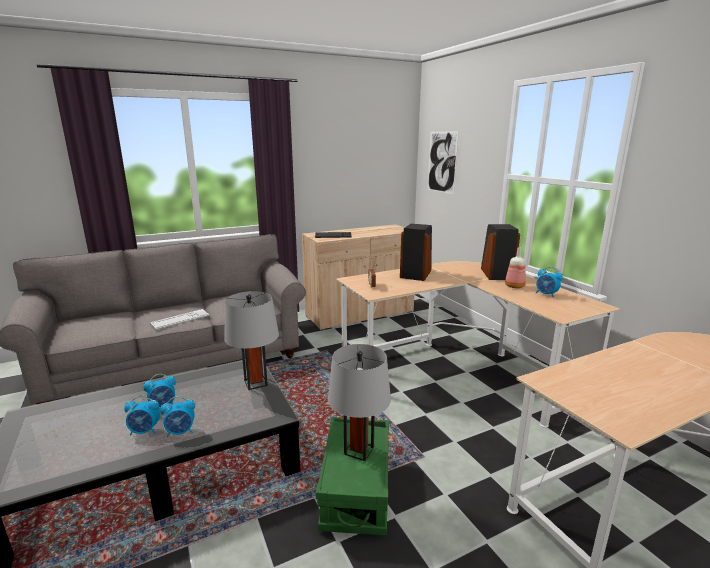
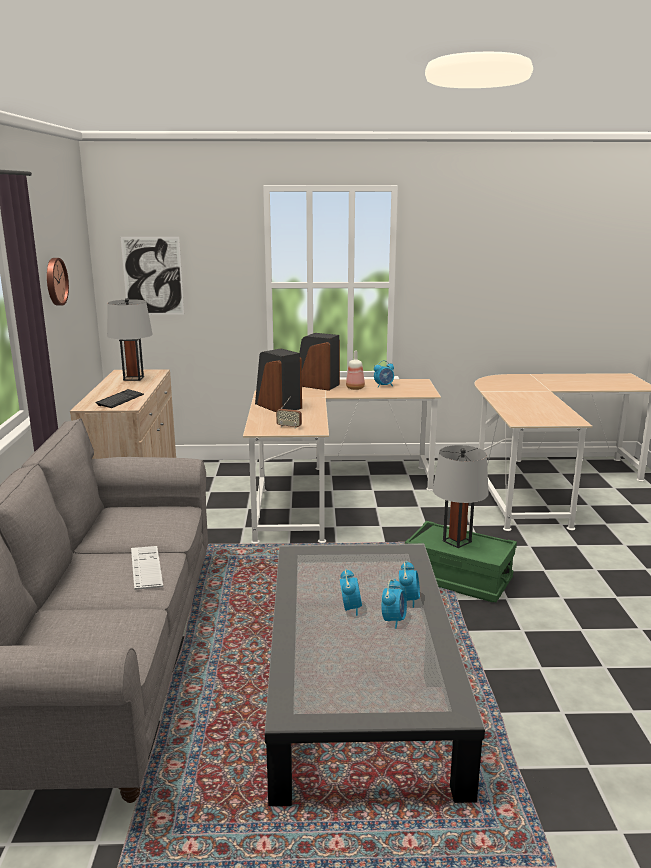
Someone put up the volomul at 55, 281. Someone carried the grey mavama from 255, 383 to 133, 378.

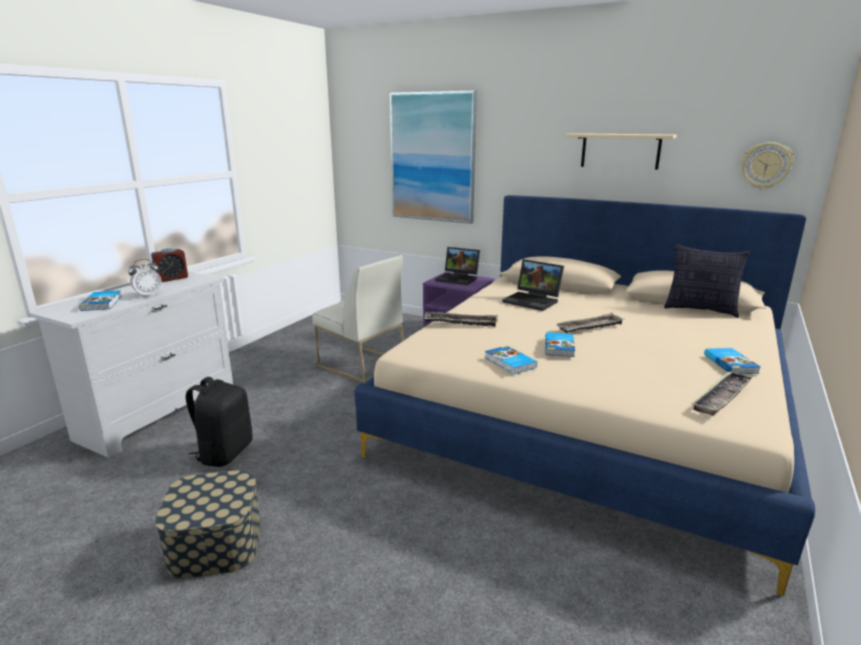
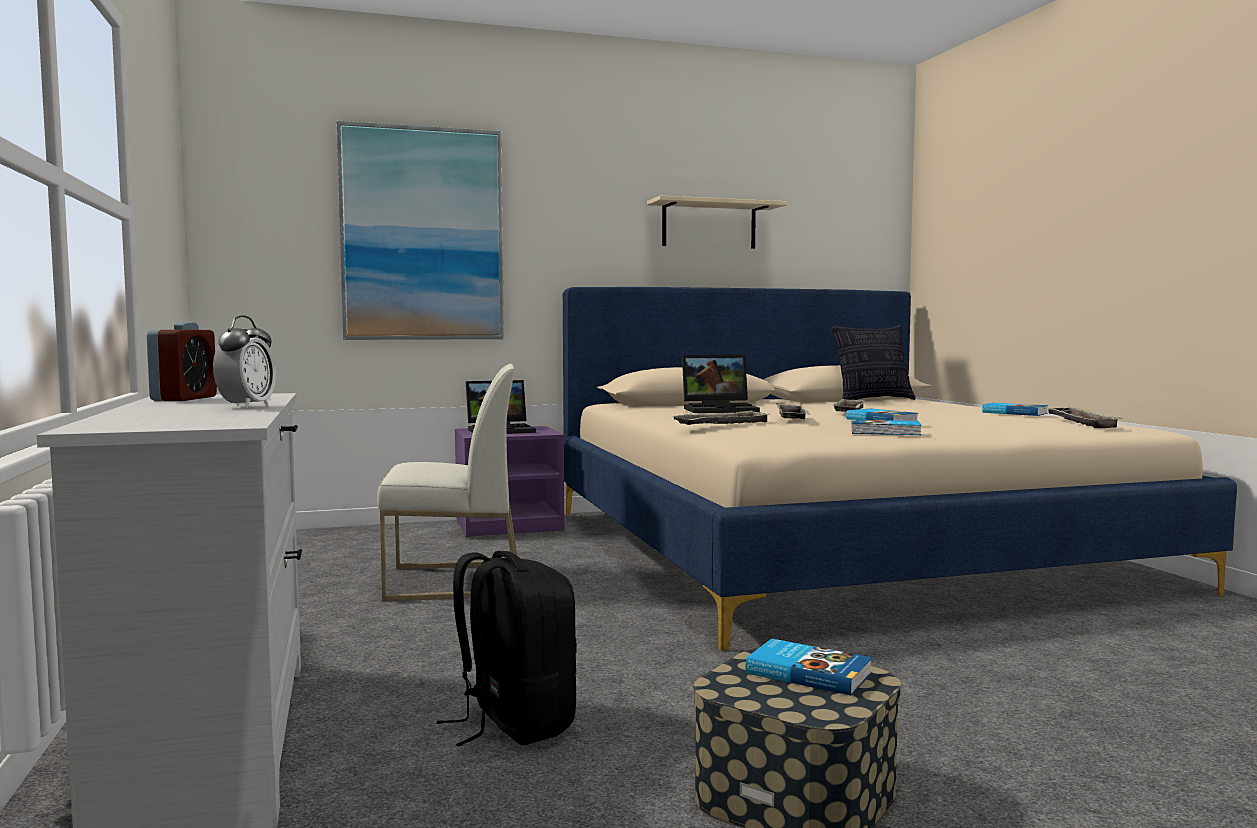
Someone took away the volomul at 765, 166. Someone put down the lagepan at 792, 418. Someone carried the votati from 103, 303 to 808, 672.

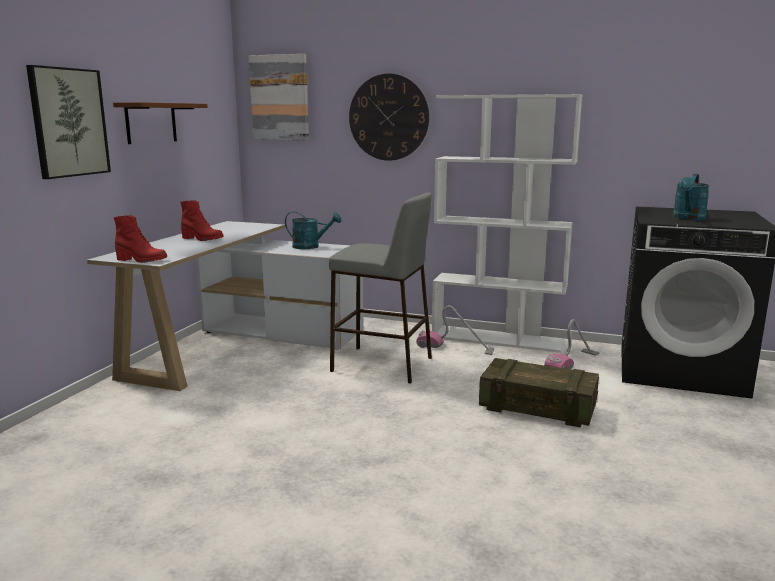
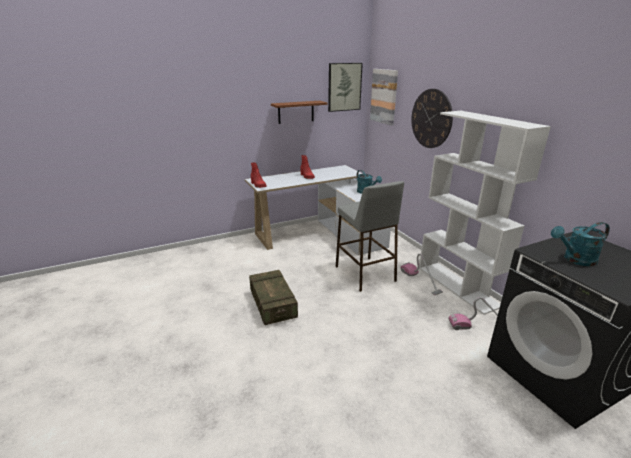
Someone carried the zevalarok from 69, 122 to 344, 87. Someone carried the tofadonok from 537, 408 to 272, 305.

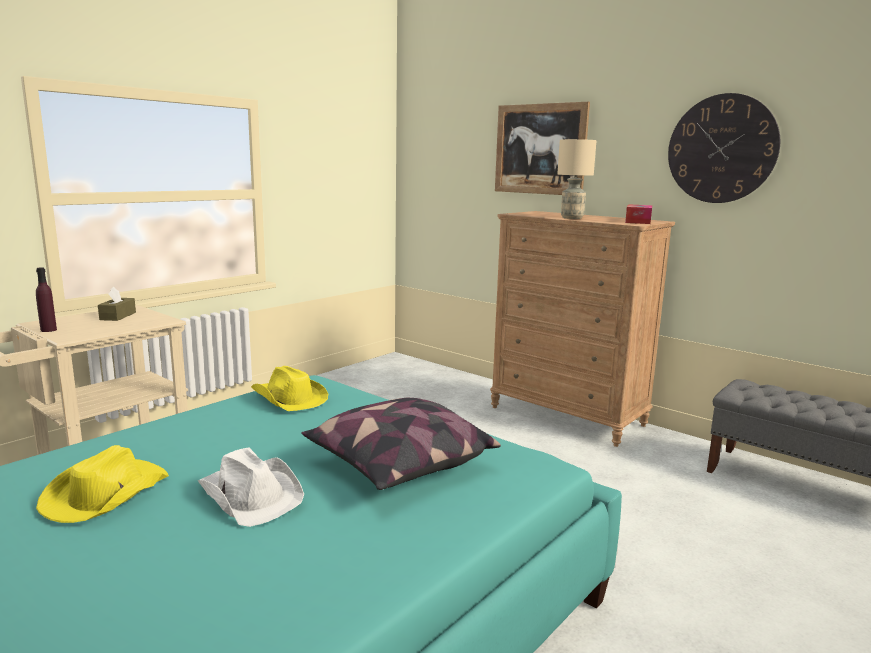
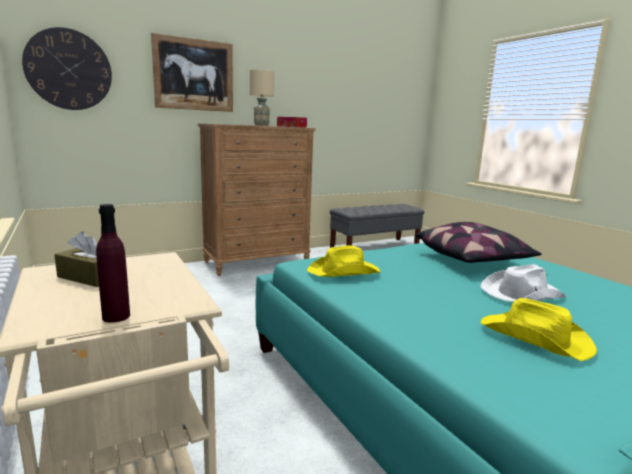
Someone carried the volomul from 721, 149 to 69, 70.

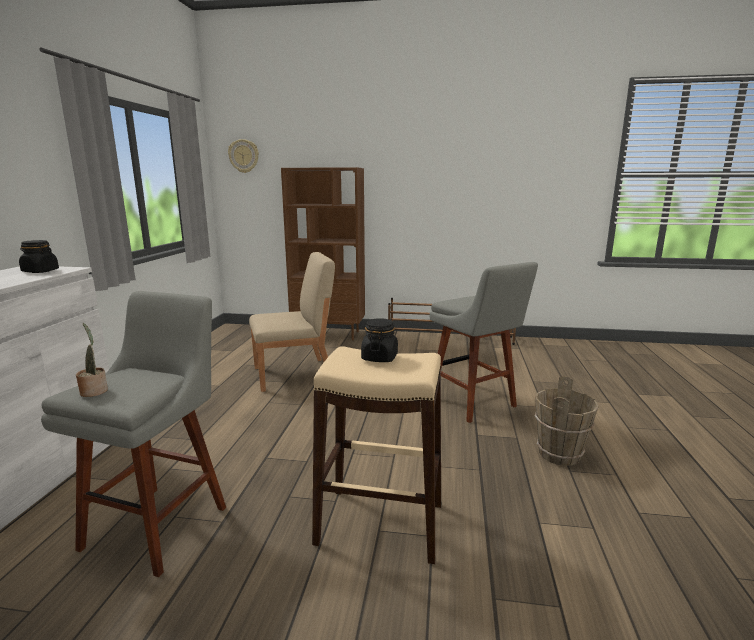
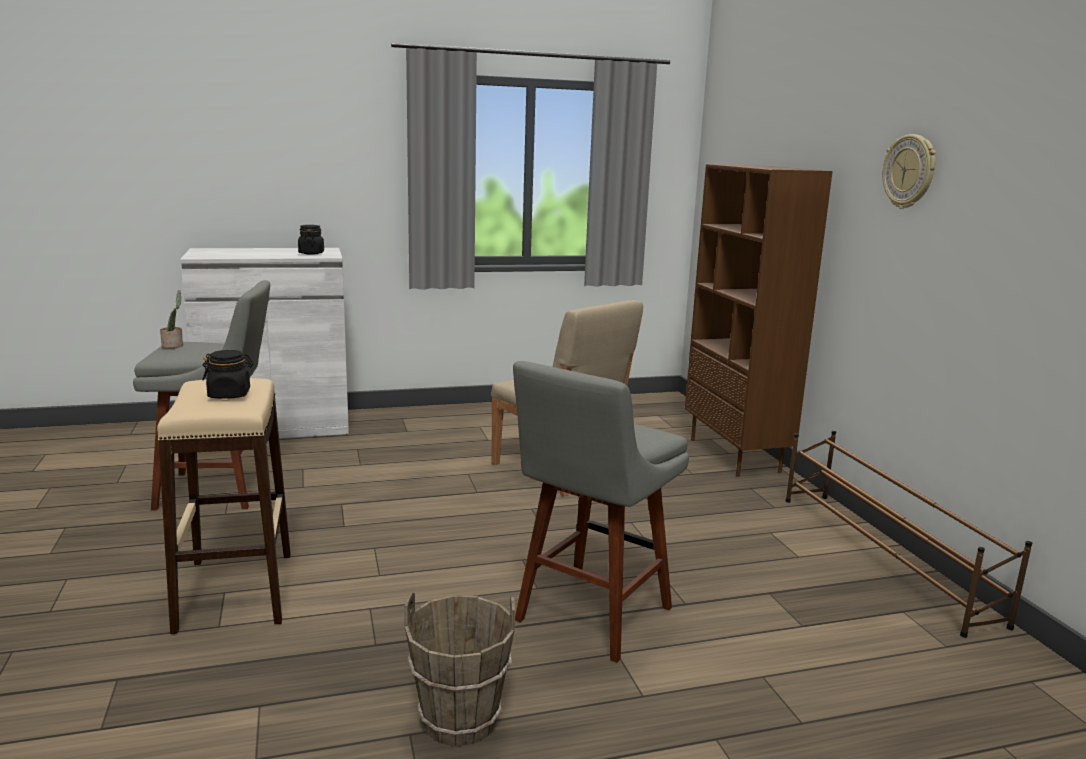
Someone carried the volomul from 244, 156 to 909, 171.

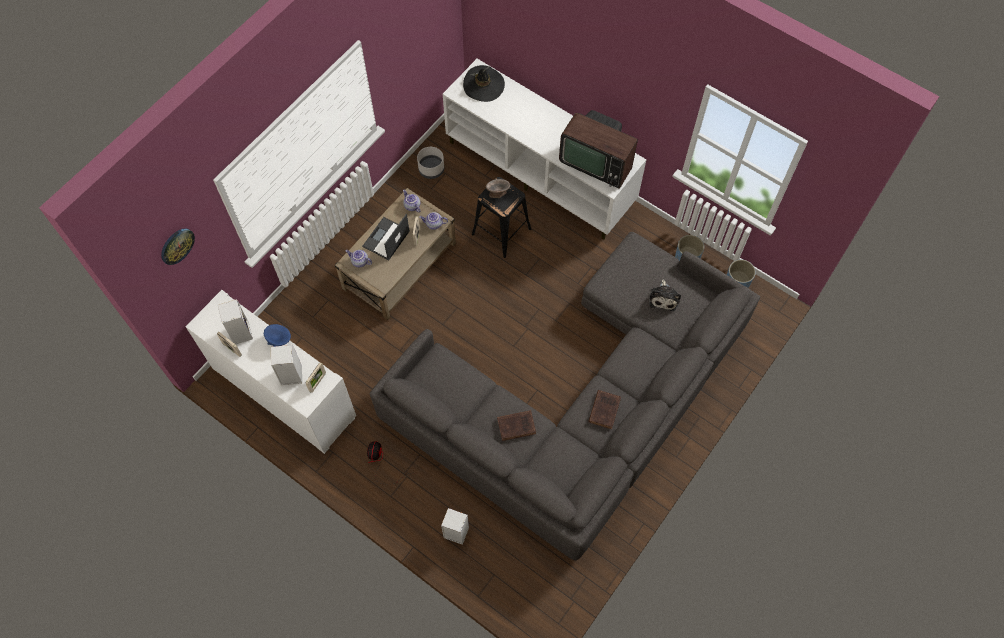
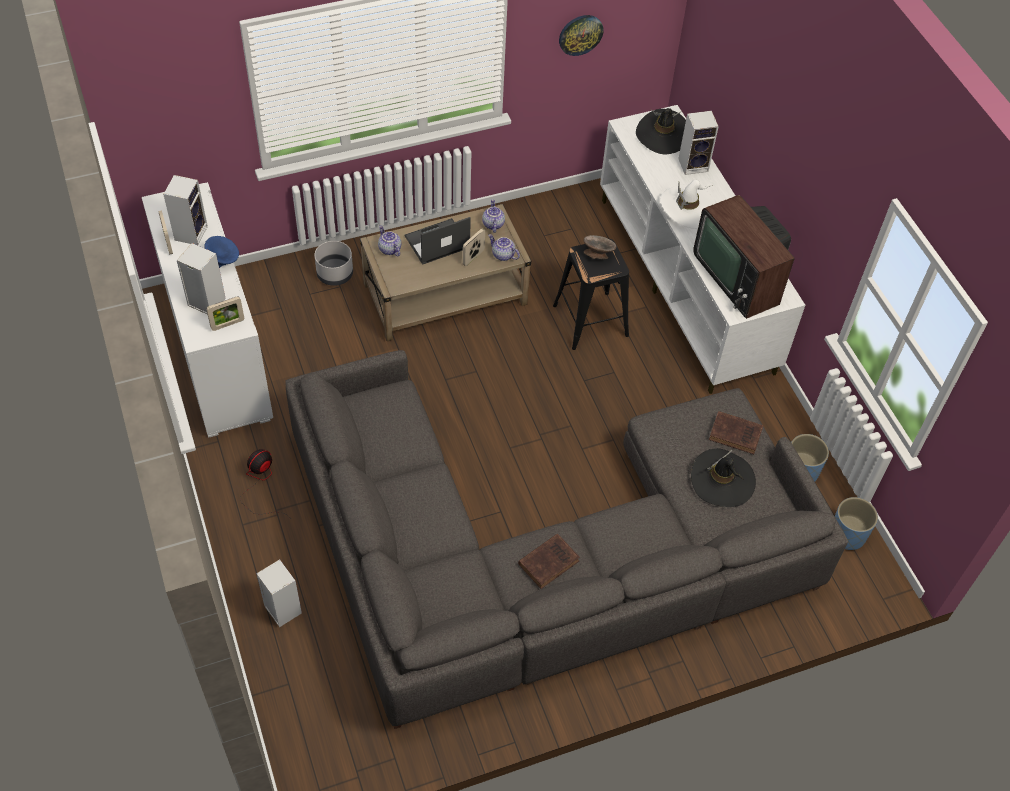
Someone put down the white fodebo at 688, 208. Someone put down the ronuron at 694, 164. Someone carried the volomul from 177, 246 to 580, 34. Someone carried the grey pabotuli from 431, 169 to 335, 273. Someone carried the brown votati from 517, 426 to 737, 435. Someone swapped the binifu at 664, 298 for the black fodebo at 722, 480.

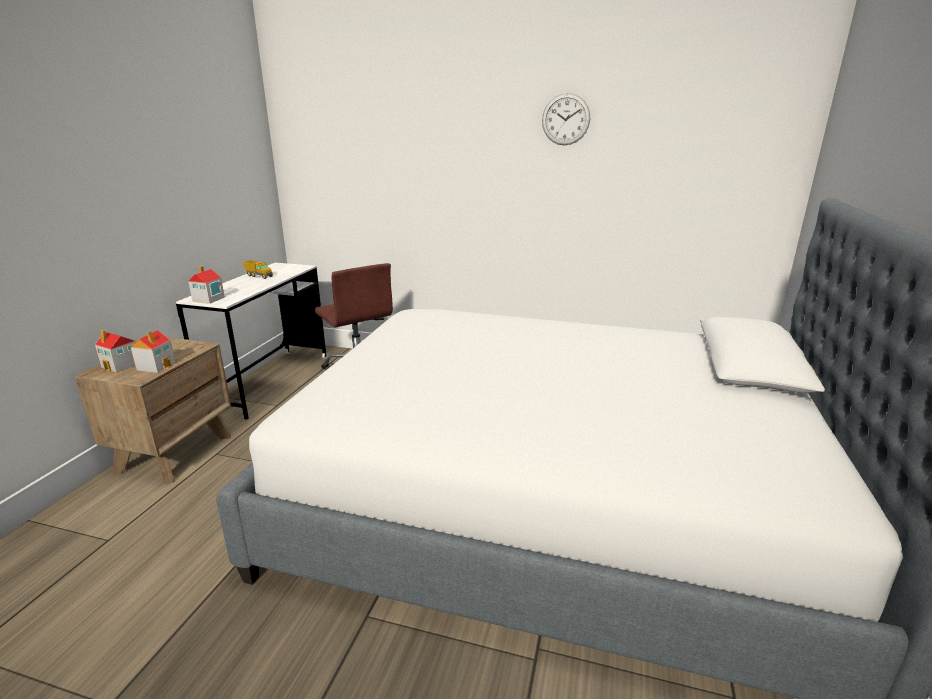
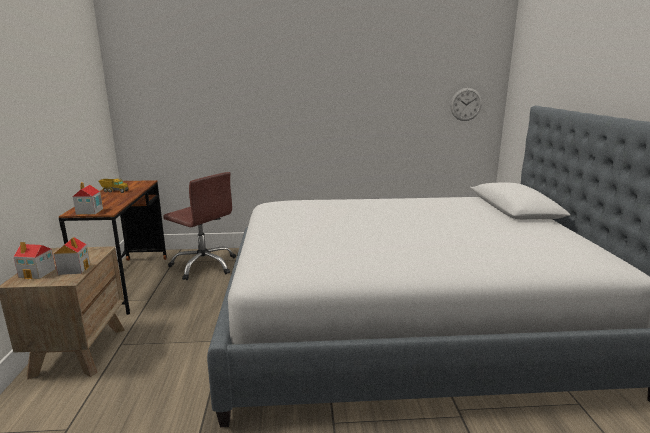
Someone carried the volomul from 565, 119 to 466, 104. Someone repainted the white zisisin at 269, 382, which became the brown zisisin at 128, 283.

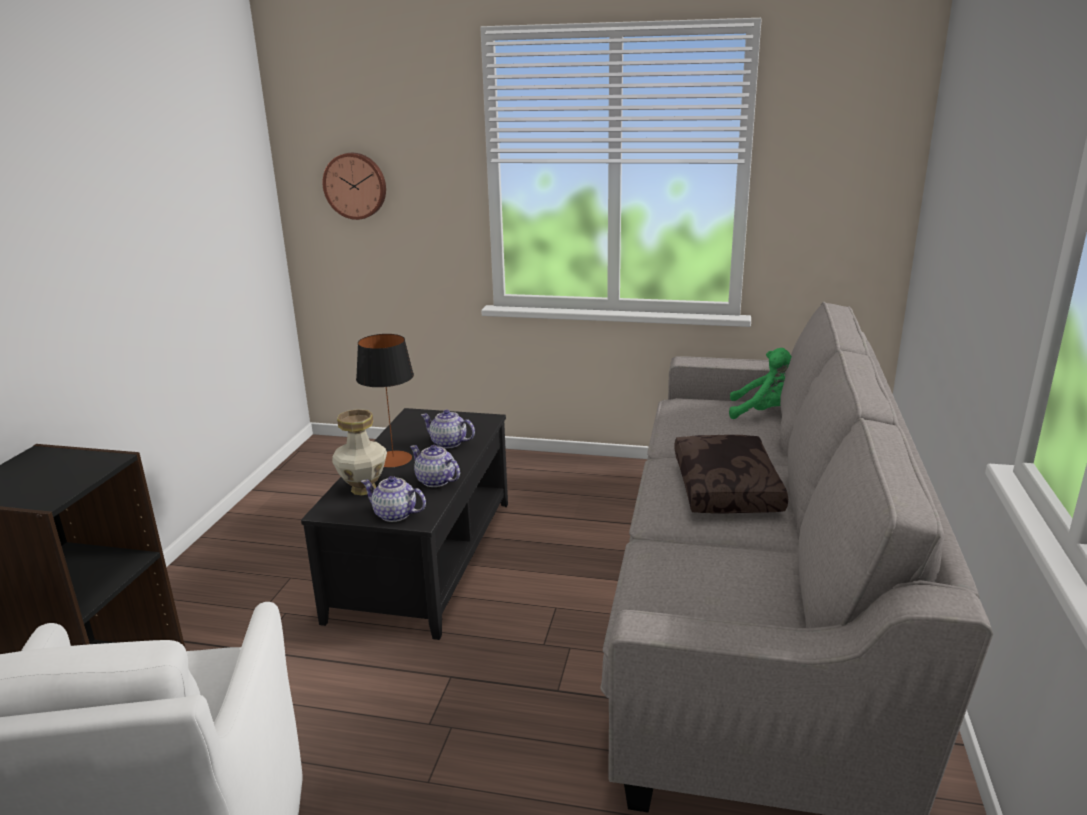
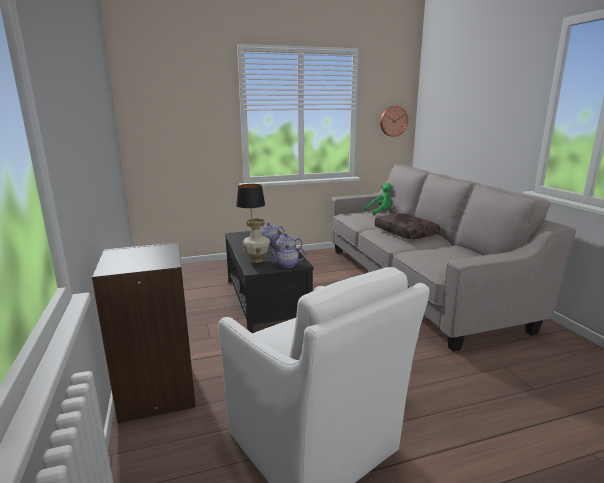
Someone carried the volomul from 355, 185 to 393, 121.

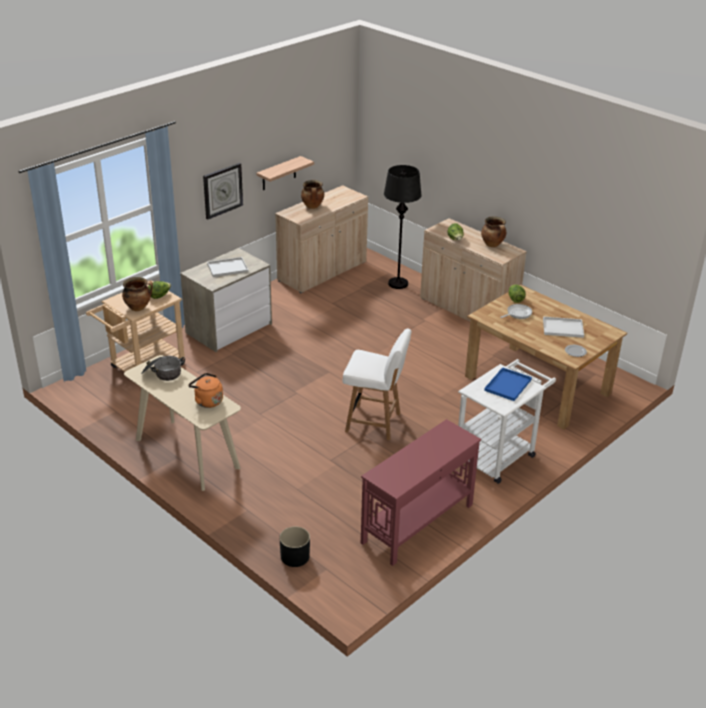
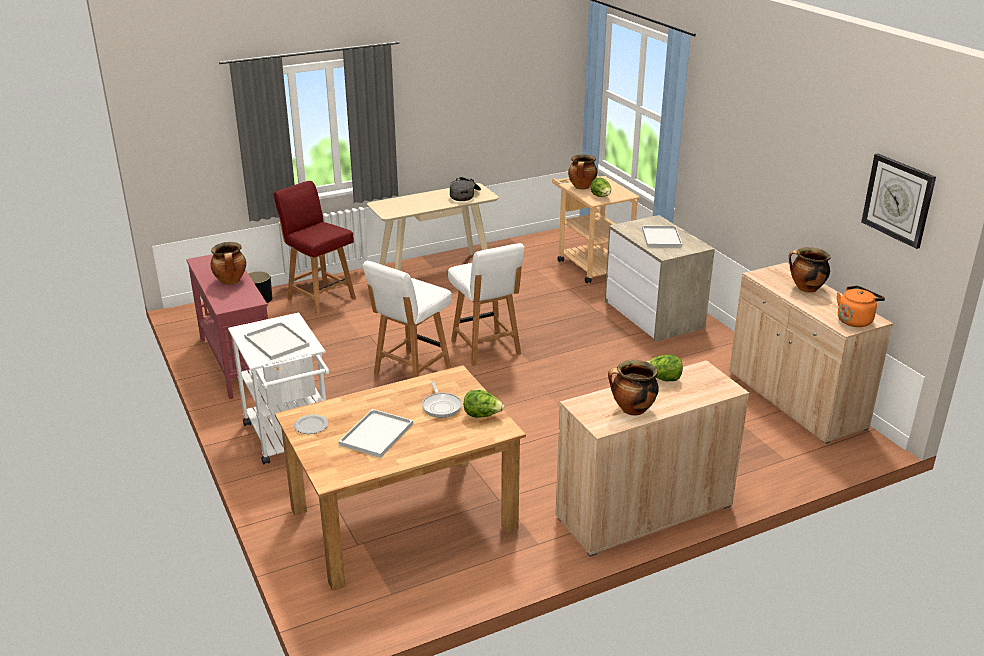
Someone took away the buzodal at 279, 173. Someone took away the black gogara at 398, 283. Someone put down the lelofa at 231, 281. Someone put down the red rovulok at 320, 298. Someone put down the white rovulok at 486, 348. Someone carried the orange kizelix from 207, 401 to 855, 320. Someone carried the volomul from 222, 190 to 898, 200. Someone repainted the blue lagepan at 507, 384, which became the white lagepan at 278, 342.

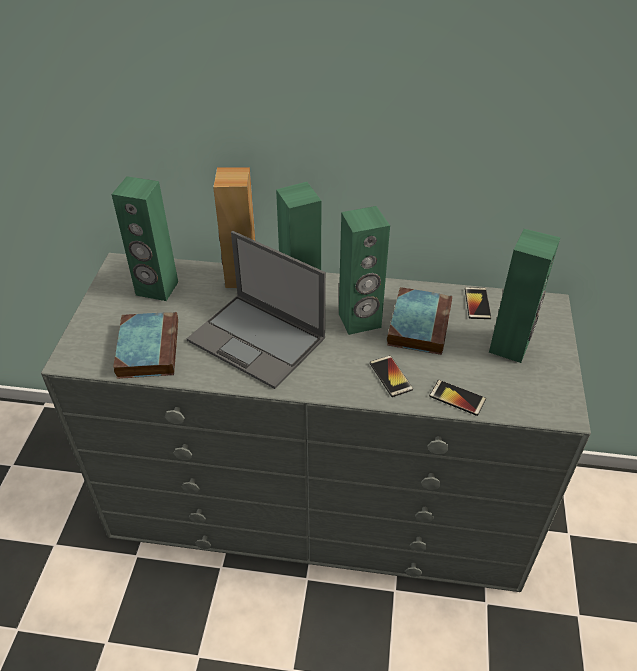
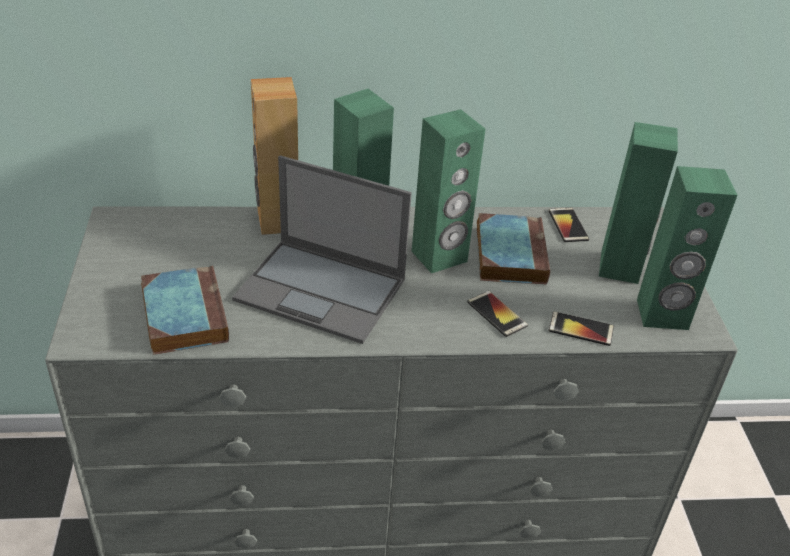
Someone carried the green ronuron from 157, 289 to 662, 315.

